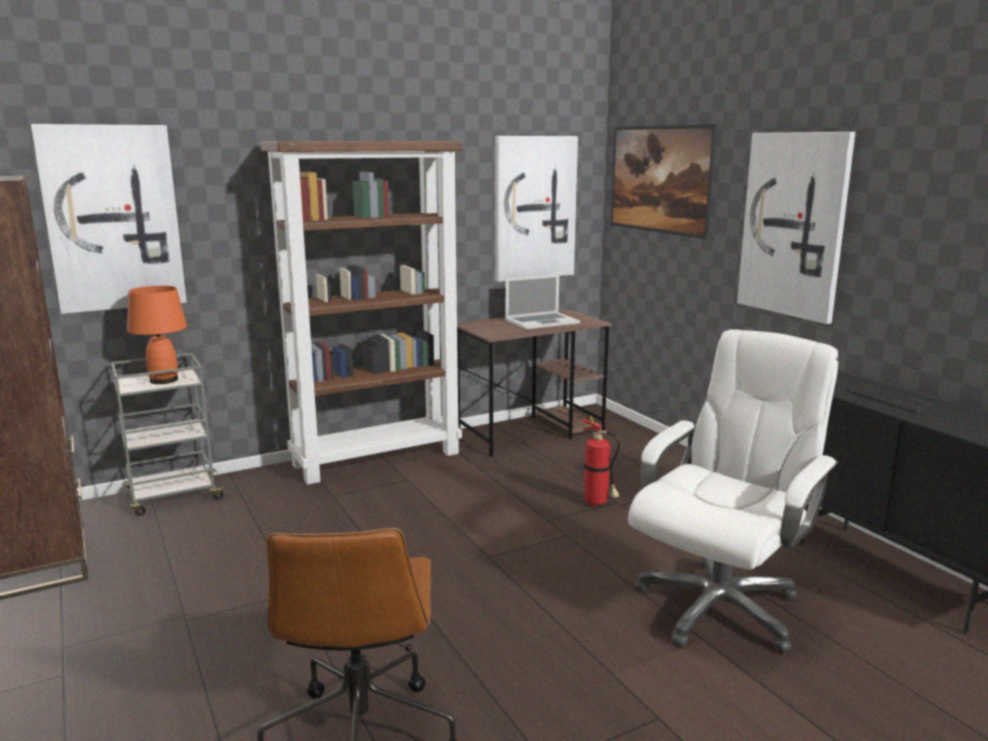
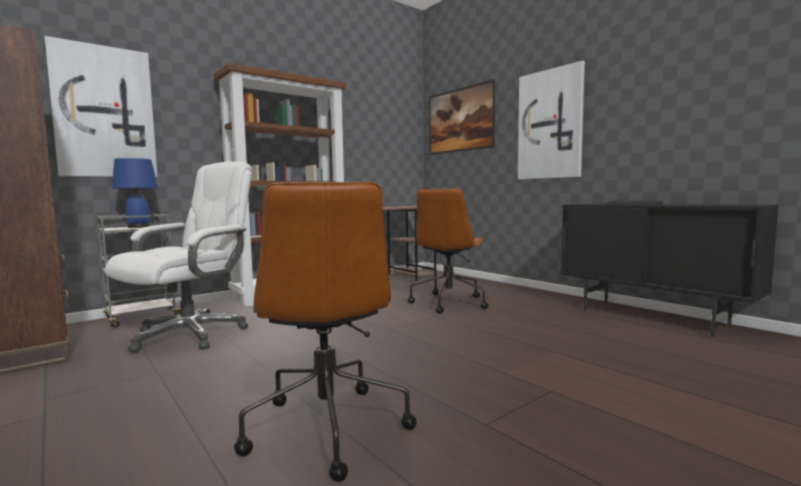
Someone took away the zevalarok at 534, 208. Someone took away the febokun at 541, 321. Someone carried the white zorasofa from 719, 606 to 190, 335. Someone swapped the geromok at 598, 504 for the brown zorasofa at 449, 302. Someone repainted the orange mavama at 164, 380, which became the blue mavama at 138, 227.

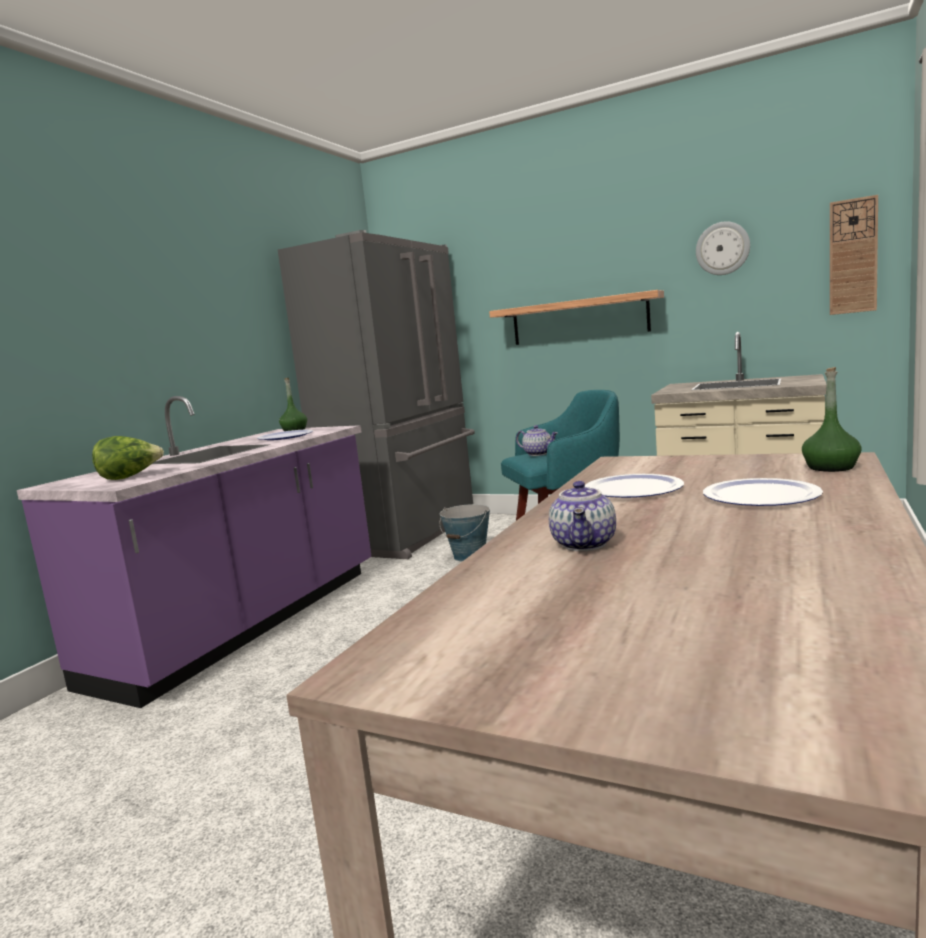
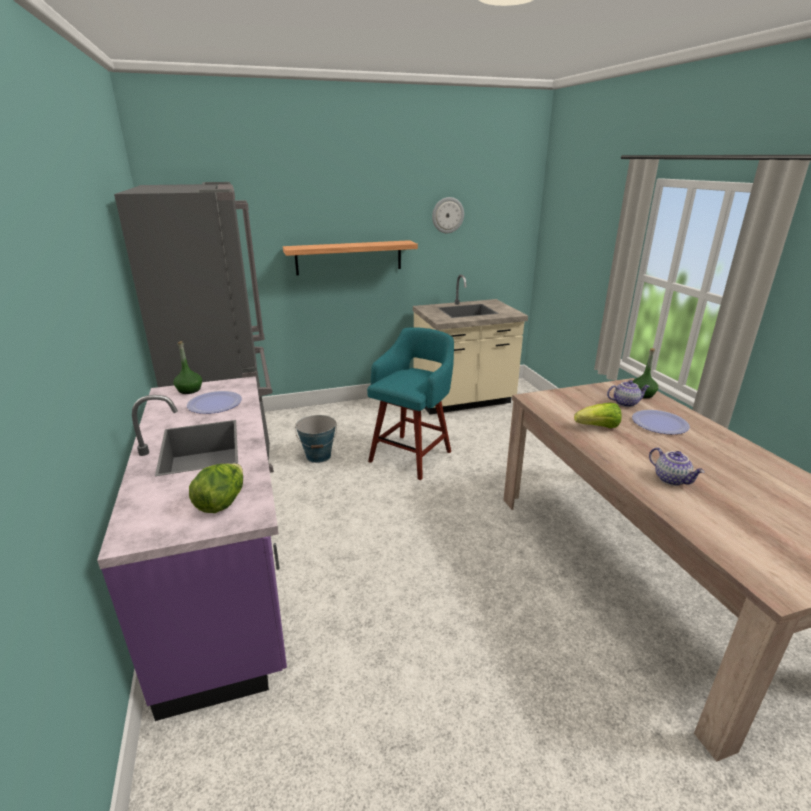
Someone took away the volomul at 853, 256. Someone carried the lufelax from 538, 454 to 625, 403. Someone swapped the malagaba at 633, 489 for the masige at 598, 427.

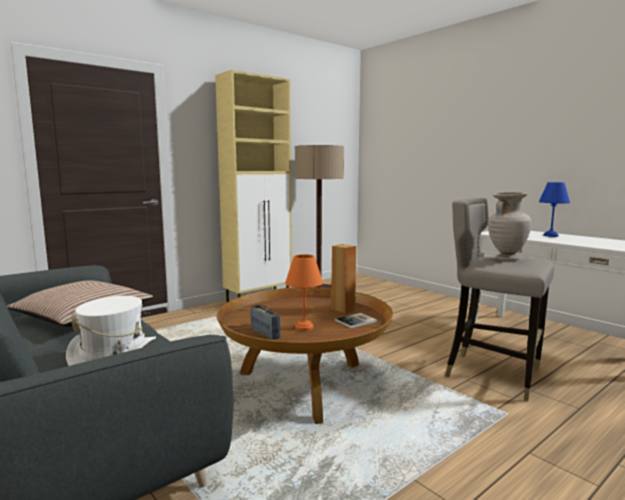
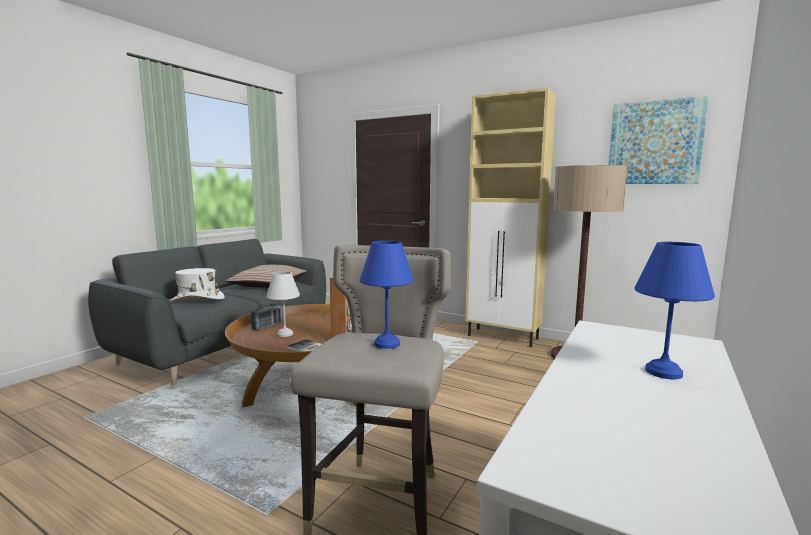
Someone put up the zevalarok at 654, 143. Someone swapped the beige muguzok at 506, 259 for the blue mavama at 388, 343. Someone repainted the orange mavama at 305, 327, which became the white mavama at 284, 334.

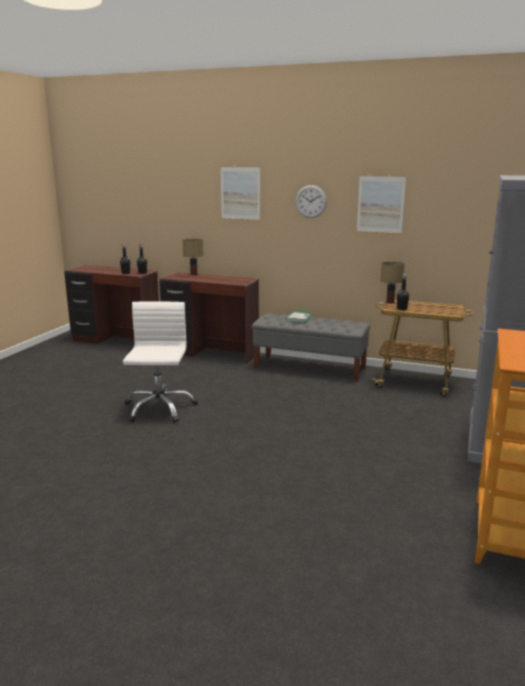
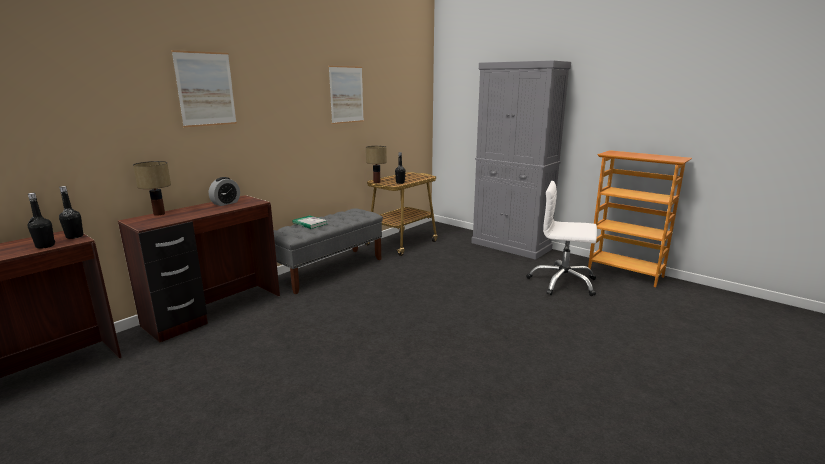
Someone took away the volomul at 311, 201. Someone put down the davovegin at 226, 203. Someone carried the white zorasofa from 159, 408 to 562, 283.

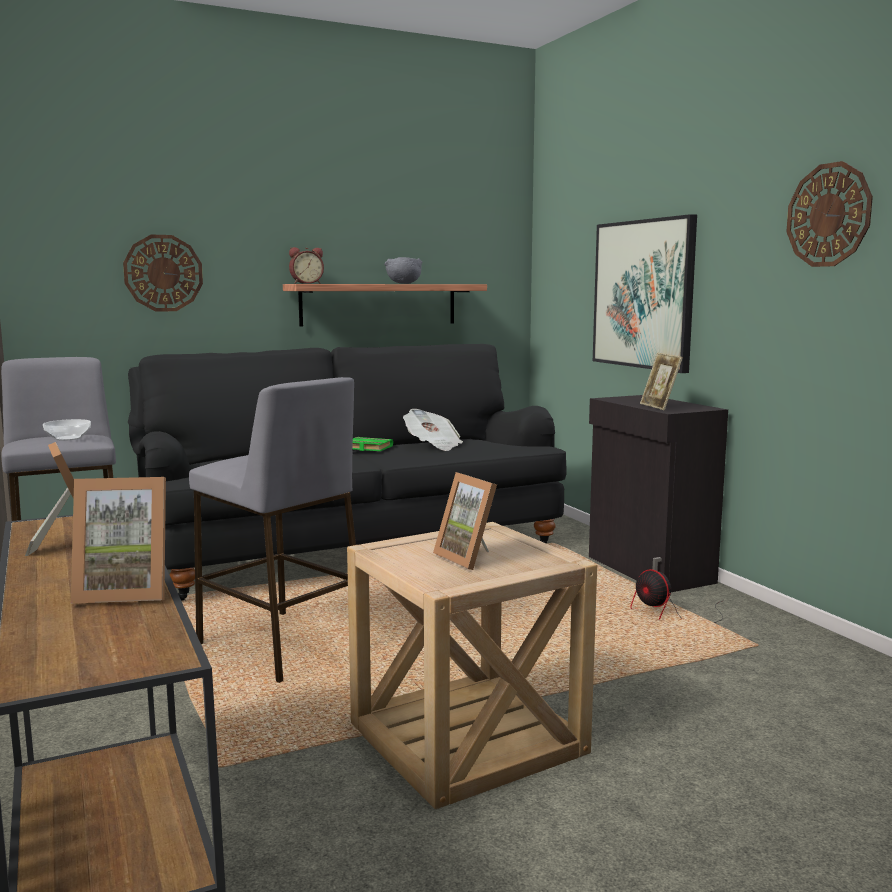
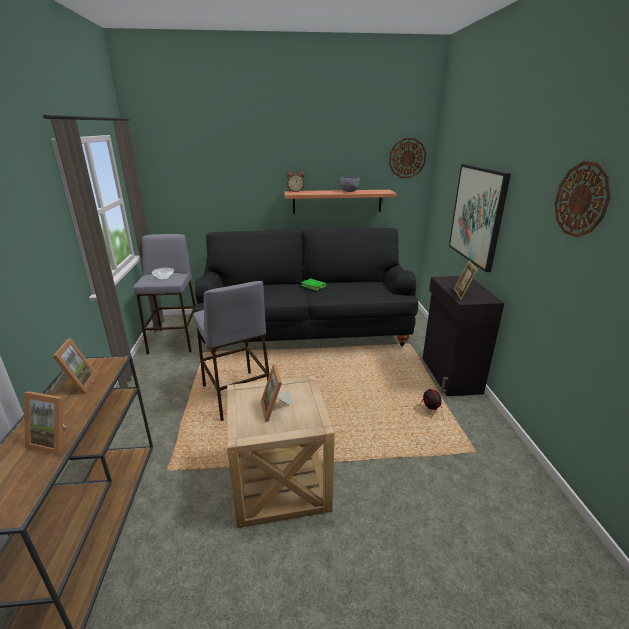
Someone took away the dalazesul at 433, 446. Someone carried the volomul from 163, 273 to 407, 158.

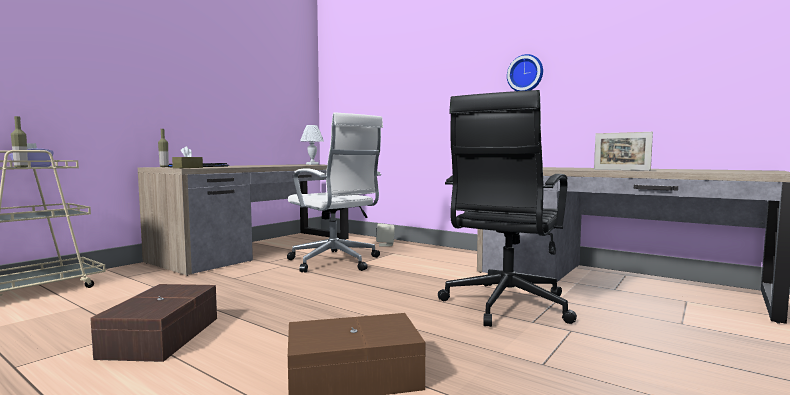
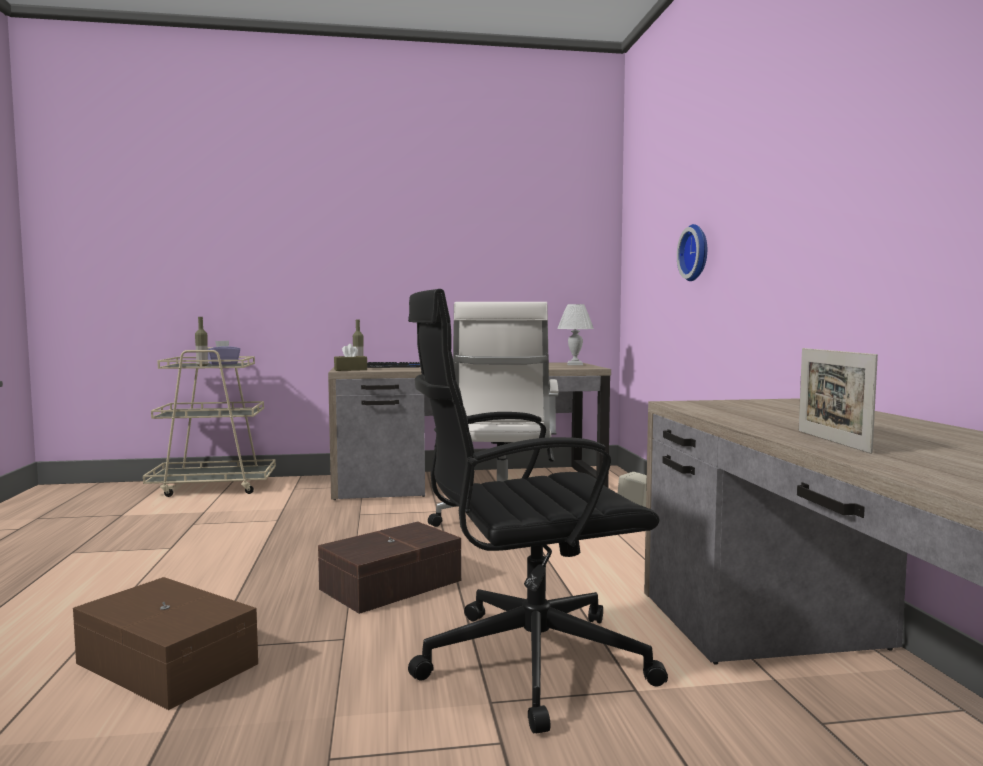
Someone carried the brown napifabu from 159, 337 to 389, 584. Someone carried the volomul from 525, 74 to 696, 253.

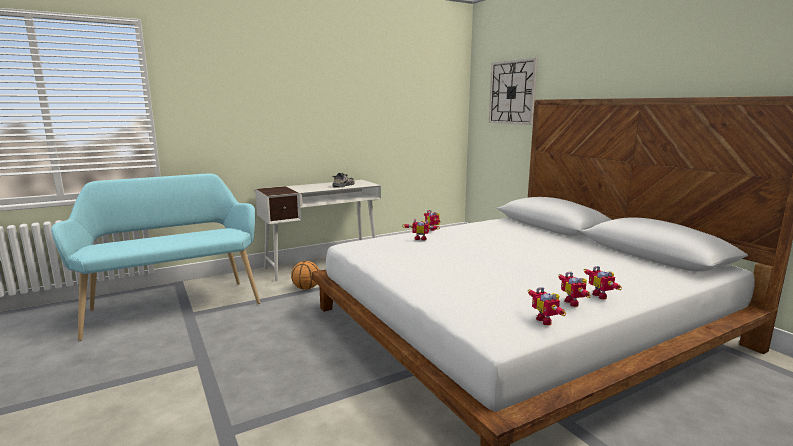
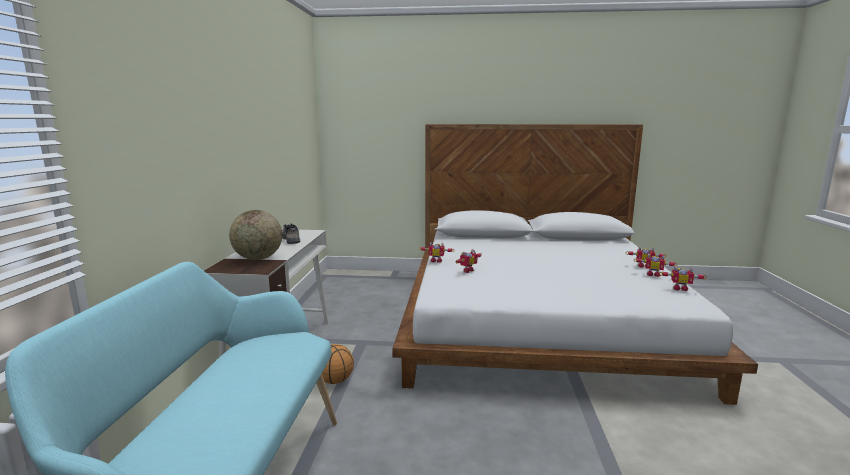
Someone took away the volomul at 512, 92. Someone put down the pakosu at 258, 258.

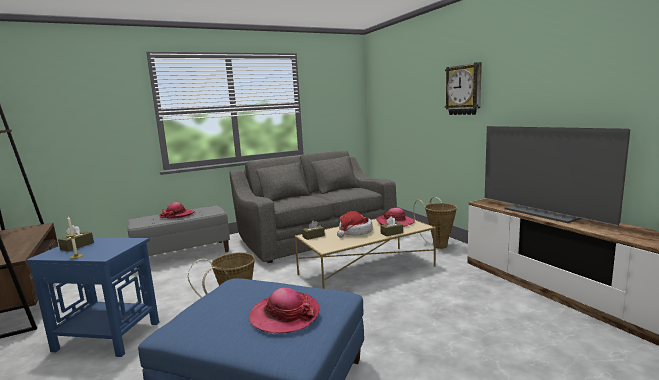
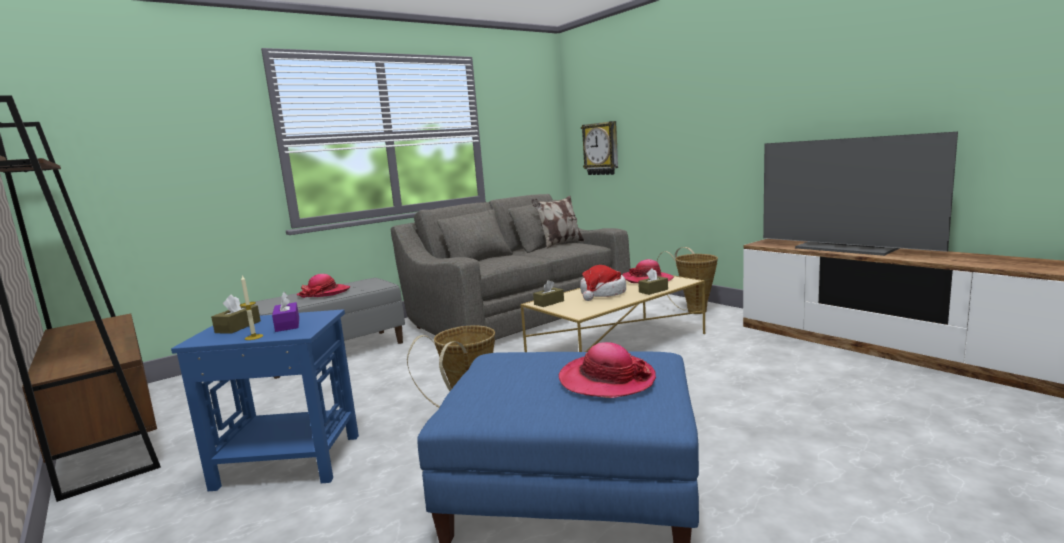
Someone put down the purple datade at 287, 324. Someone put down the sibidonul at 560, 244. Someone carried the volomul from 464, 90 to 601, 149.

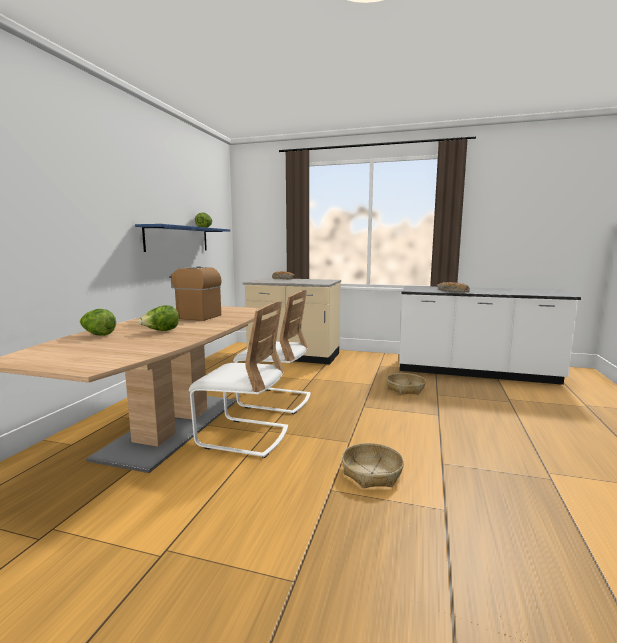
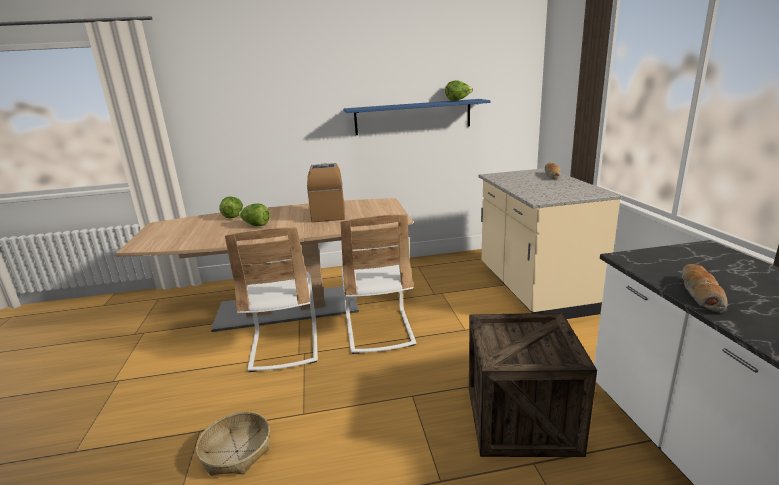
Someone swapped the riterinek at 405, 389 for the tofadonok at 521, 419.

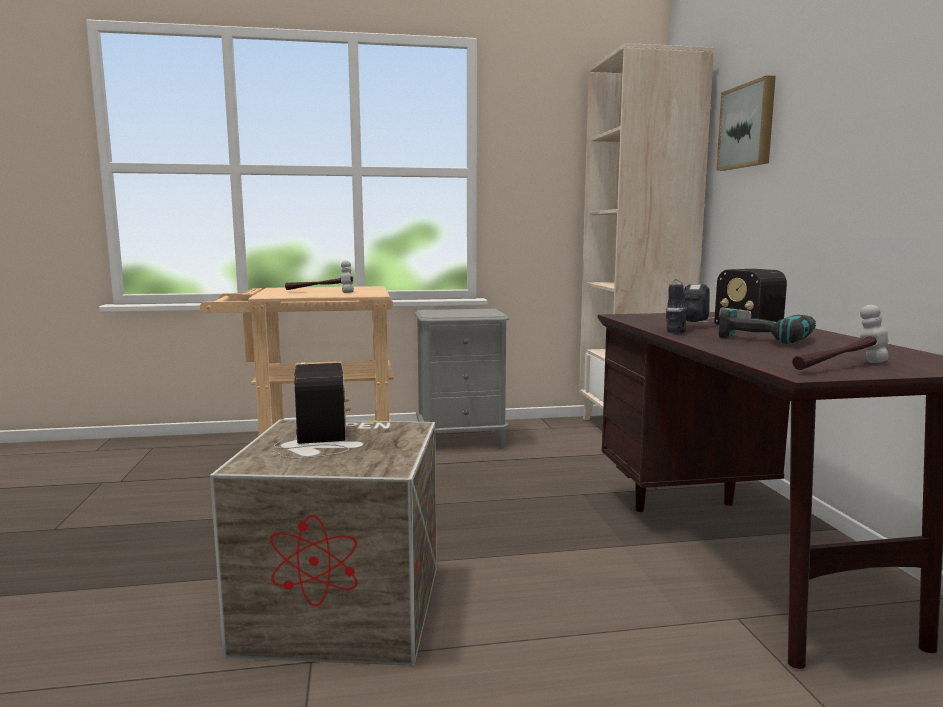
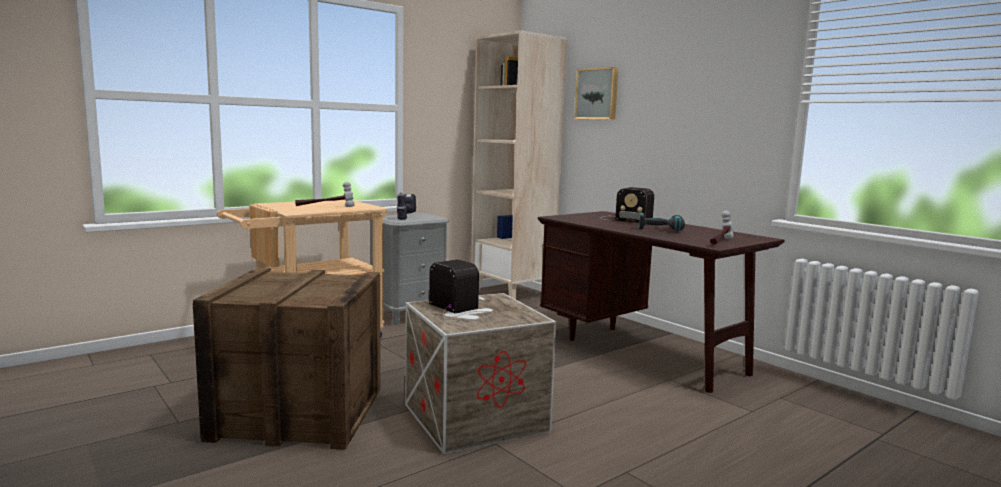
Someone put down the tofadonok at 299, 413. Someone carried the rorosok from 683, 328 to 404, 217.

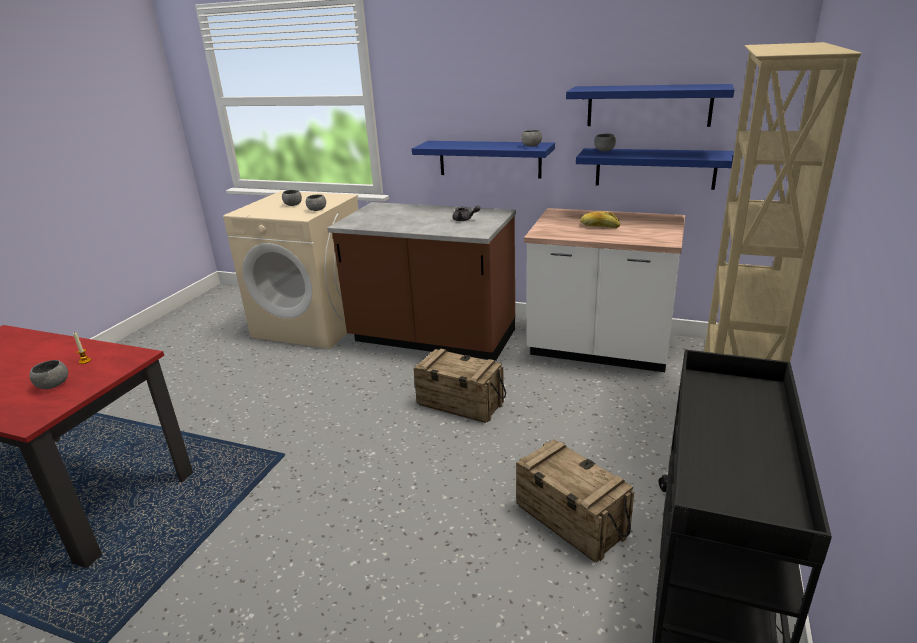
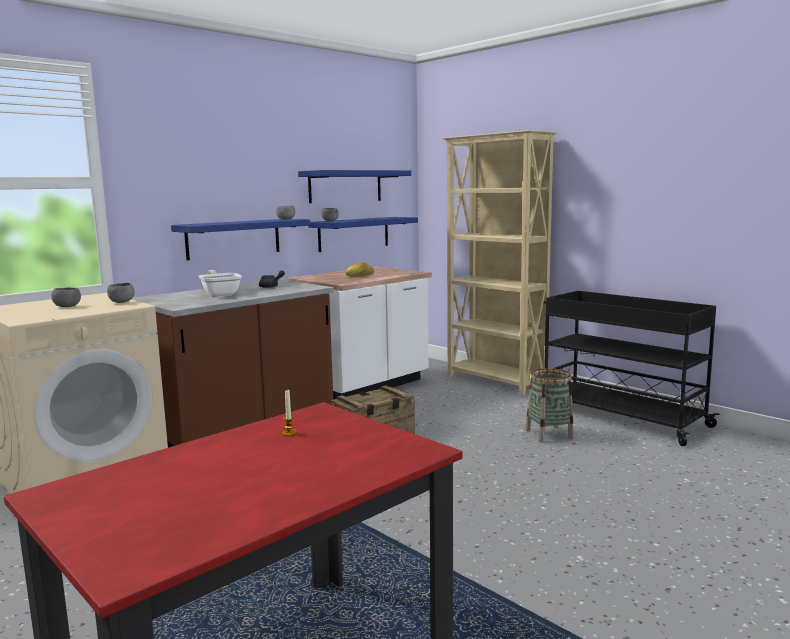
Someone took away the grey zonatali at 53, 385. Someone put down the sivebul at 220, 294. Someone swapped the tofadonok at 570, 520 for the riterinek at 549, 434.

